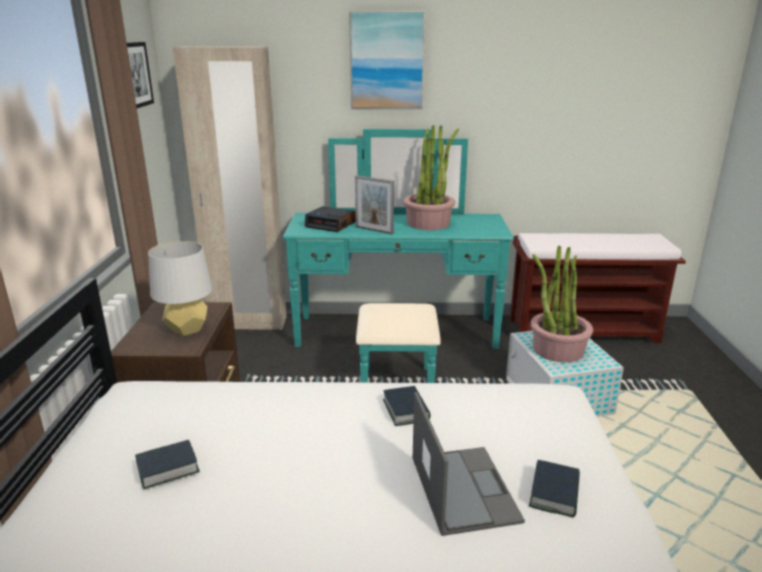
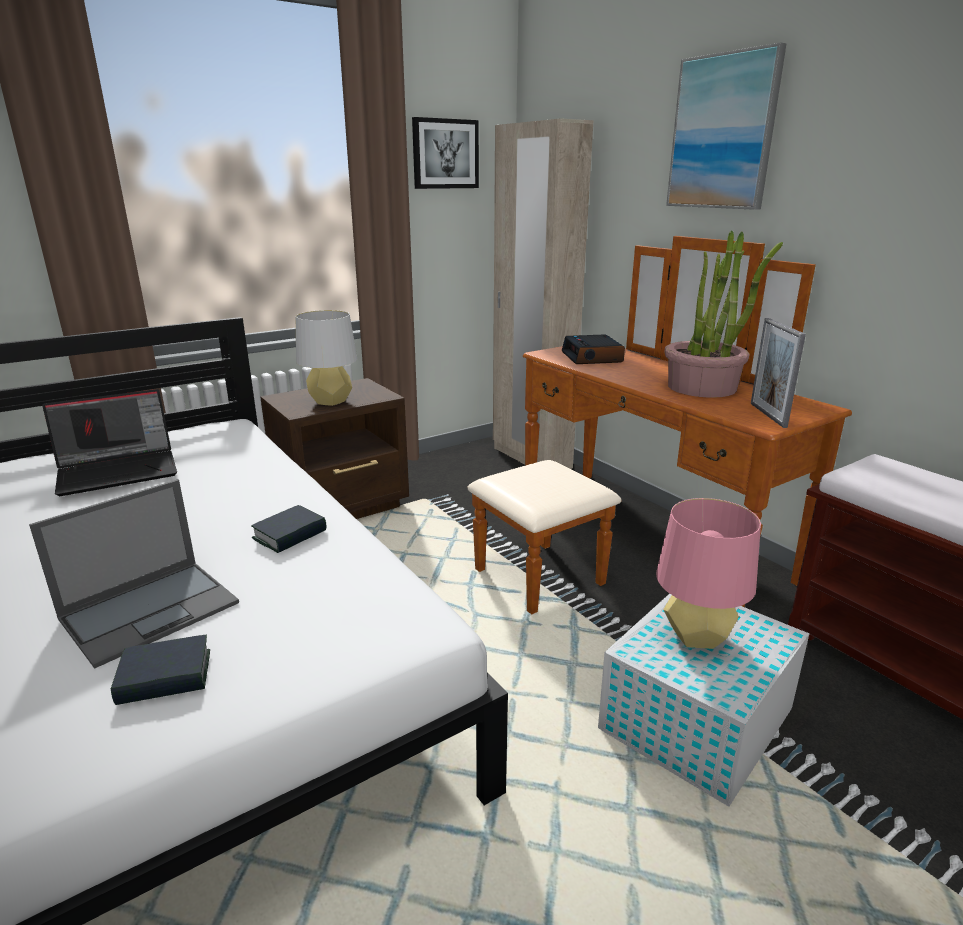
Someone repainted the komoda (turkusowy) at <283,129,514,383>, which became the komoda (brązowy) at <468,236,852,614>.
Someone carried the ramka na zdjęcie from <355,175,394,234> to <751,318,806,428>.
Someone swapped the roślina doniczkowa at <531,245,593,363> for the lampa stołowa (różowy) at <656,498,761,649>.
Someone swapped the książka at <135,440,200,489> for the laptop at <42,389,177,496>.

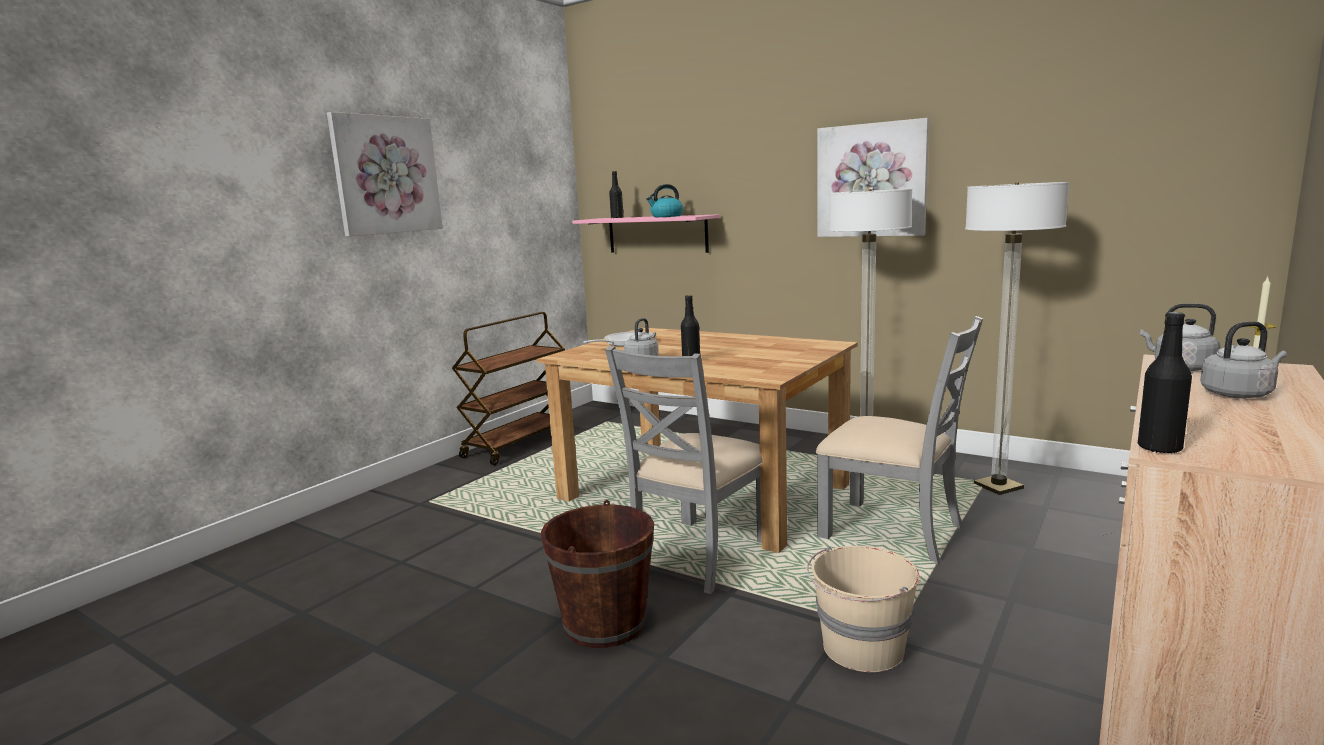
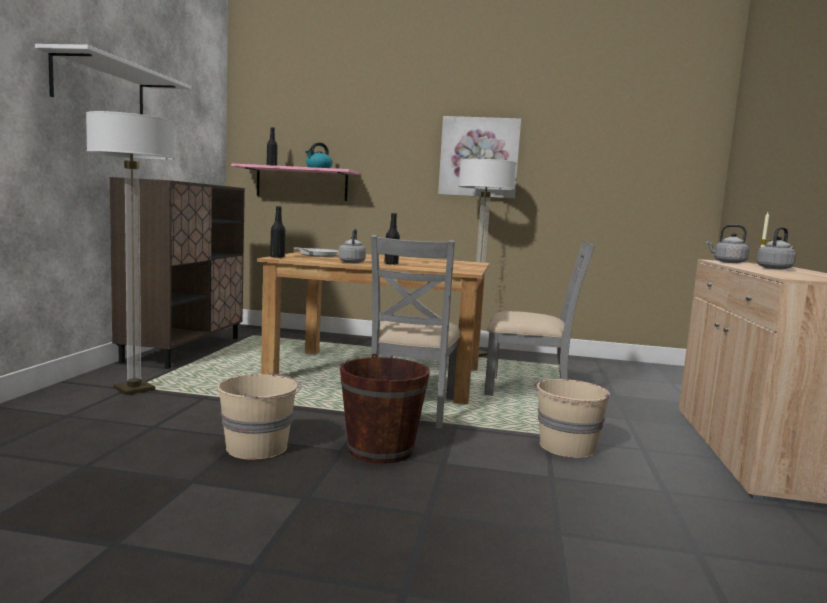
Someone swapped the obraz at <327,112,443,236> for the półka (biały) at <35,44,191,115>.
Someone carried the lampa stojąca from <965,182,1070,495> to <86,111,175,395>.
Someone swapped the wózek (brązowy) at <452,312,565,465> for the szafka (brązowy) at <110,177,245,368>.
Someone carried the butelka (czarny) from <1138,312,1192,454> to <270,206,285,258>.
Someone put down the wiadro (beżowy) at <218,372,301,460>.

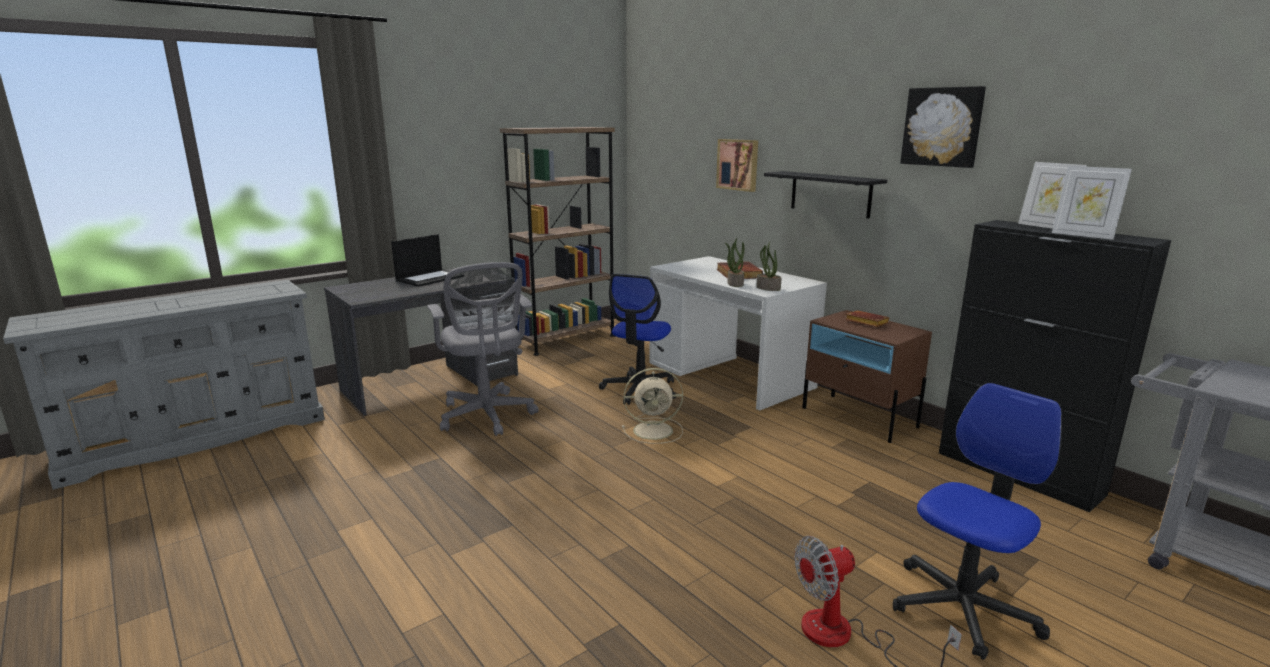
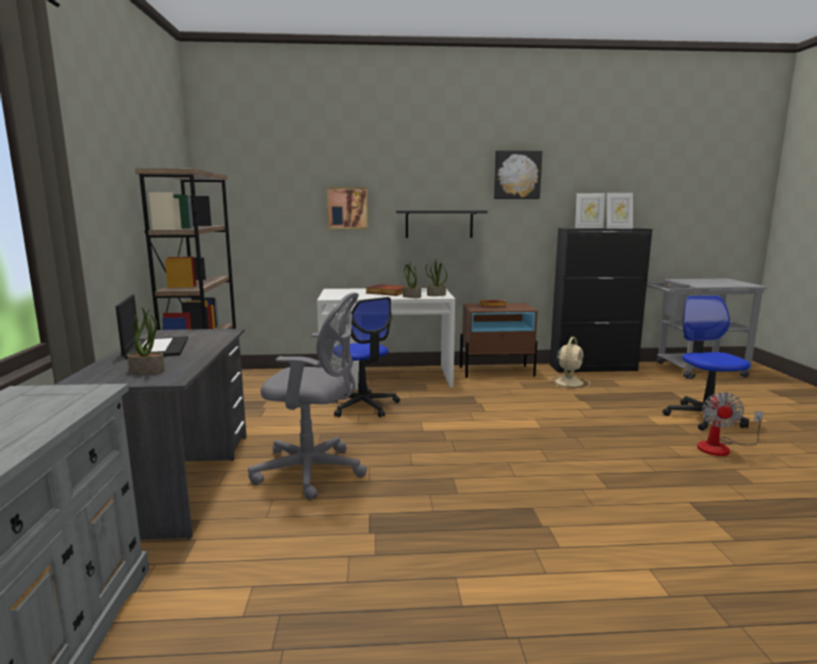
Someone carried the wentylator (beżowy) from <622,368,683,444> to <550,337,590,389>.
Someone put down the roślina doniczkowa at <127,307,165,375>.

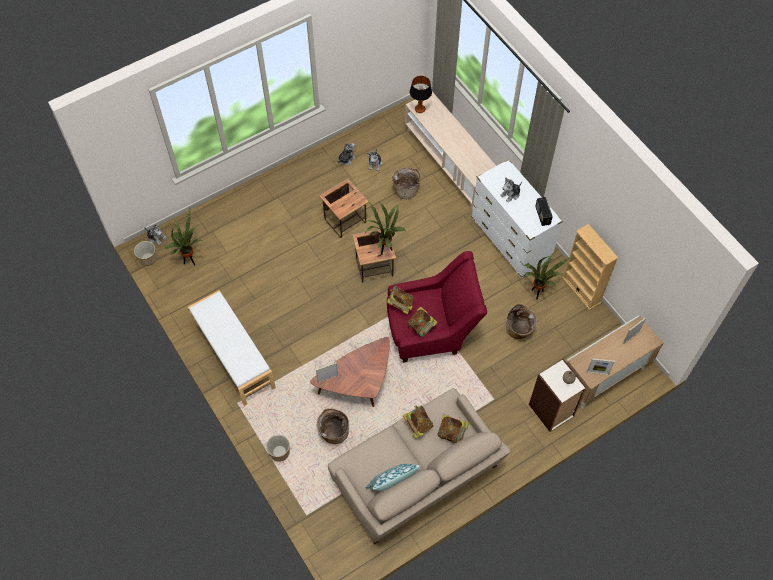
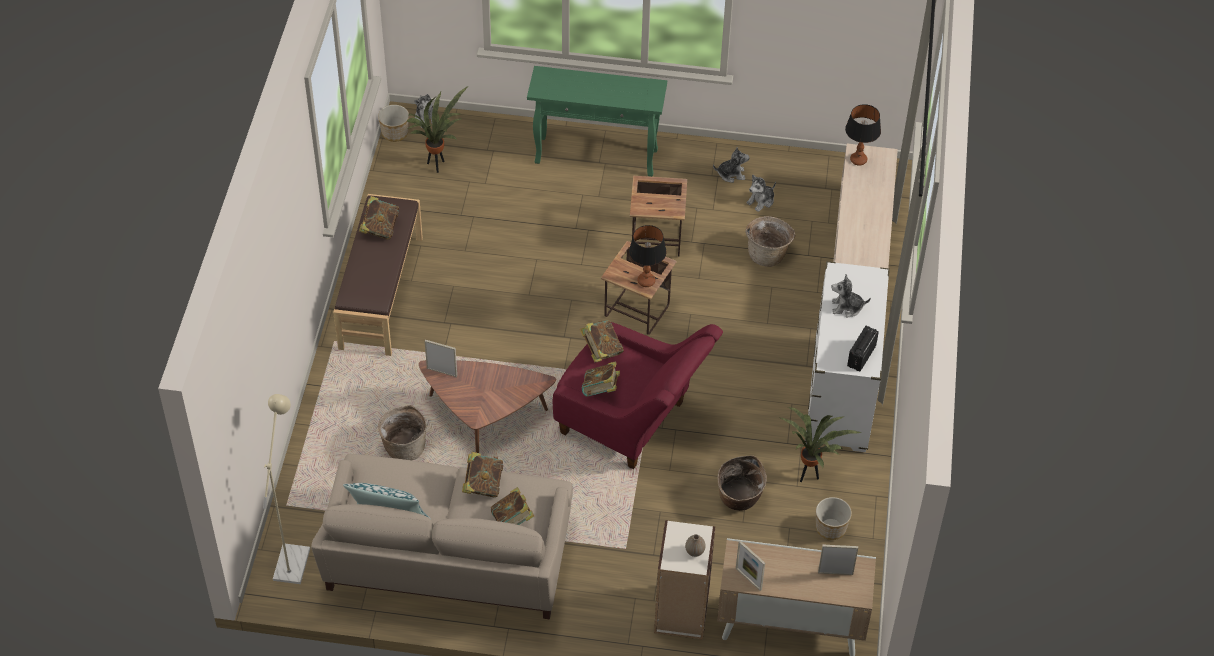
Someone swapped the roślina doniczkowa at <365,201,406,255> for the lampa stołowa at <629,225,666,287>.
Someone took away the regał (beżowy) at <562,224,618,310>.
Someone repainted the ławka (biały) at <187,290,276,406>, which became the ławka (brązowy) at <333,194,423,356>.
Someone carried the donica from <266,435,290,462> to <816,497,852,540>.
Someone put down the stolik konsolowy (zielony) at <527,66,667,177>.
Someone put down the książka at <359,196,399,240>.
Someone put down the lampa stojąca (beżowy) at <263,394,310,584>.

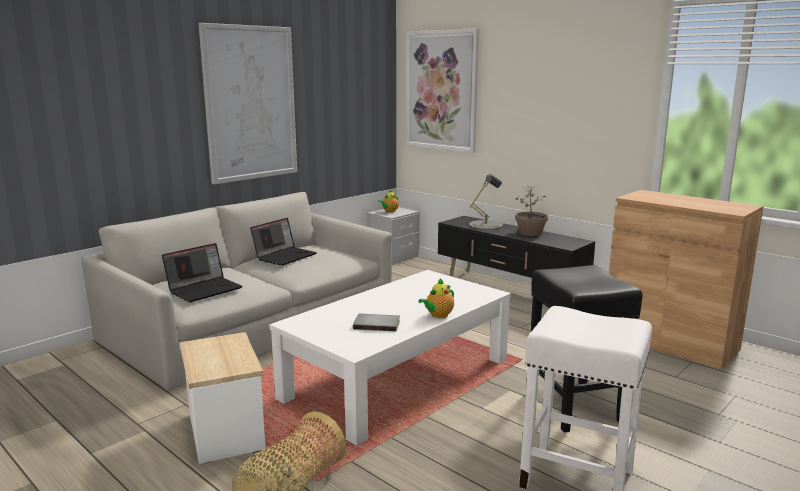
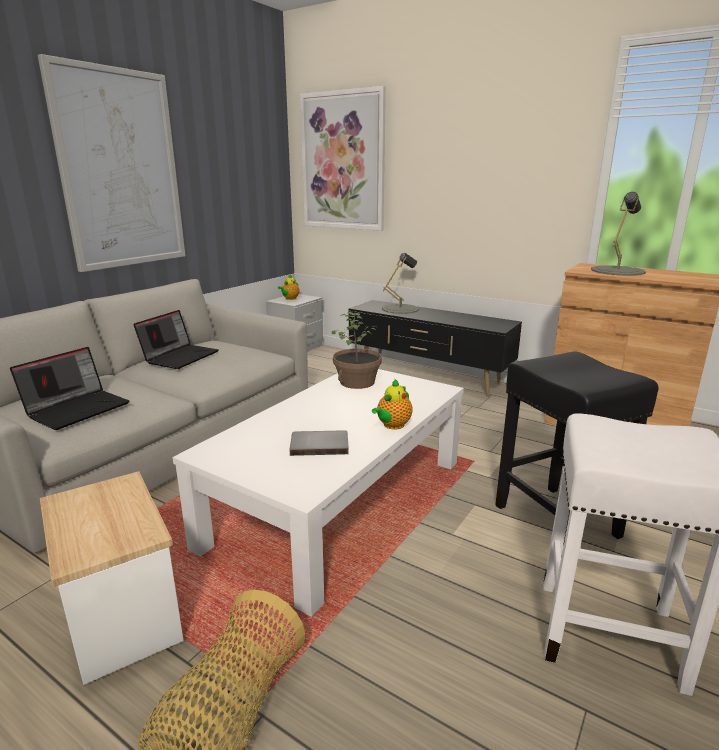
Someone carried the roślina doniczkowa from <515,185,548,236> to <332,311,382,389>.
Someone put down the lampa stołowa (szary) at <591,192,646,276>.

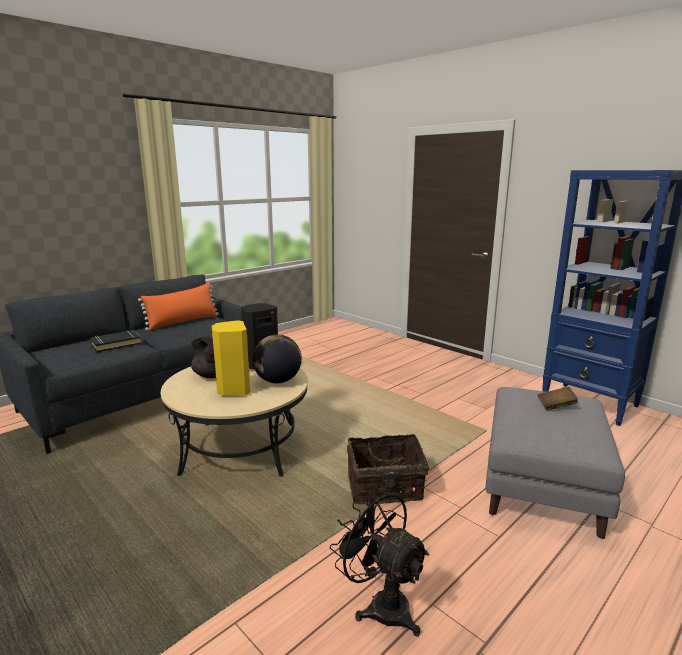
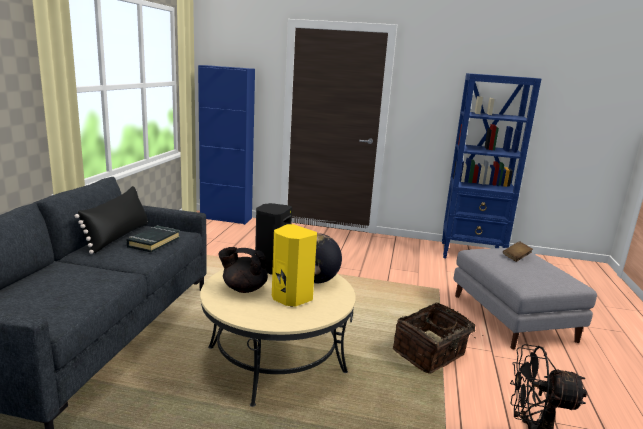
Someone repainted the poduszka (pomarańczowy) at <138,283,219,331>, which became the poduszka (czarny) at <75,186,148,254>.
Someone carried the książka (czarny) from <90,330,142,353> to <126,226,180,252>.
Someone put down the szafka (niebieski) at <198,65,255,225>.

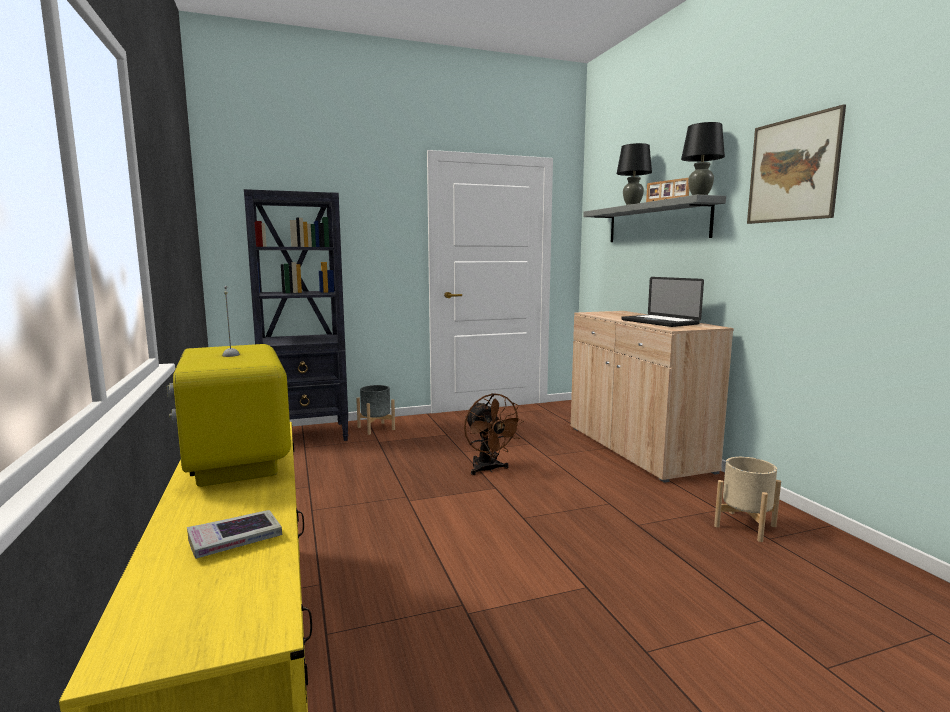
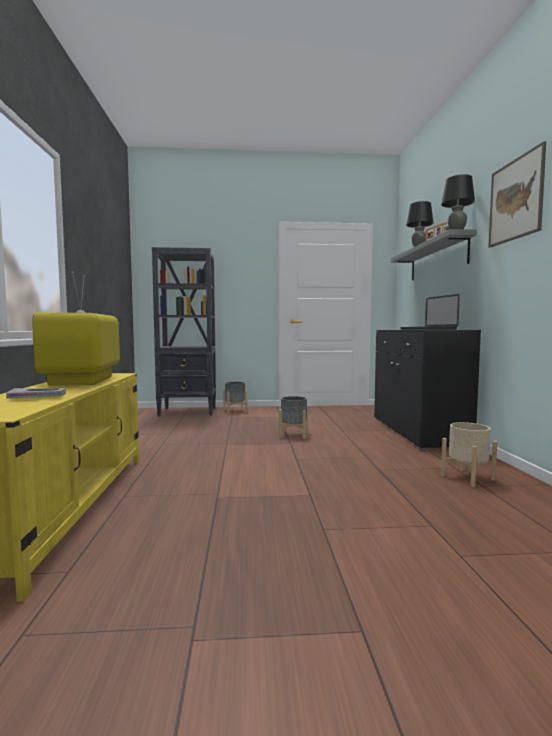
Someone repainted the szafka (beżowy) at <571,311,734,483>, which became the szafka (czarny) at <374,330,481,450>.
Someone swapped the wentylator (brązowy) at <464,393,524,475> for the donica (szary) at <279,396,308,439>.

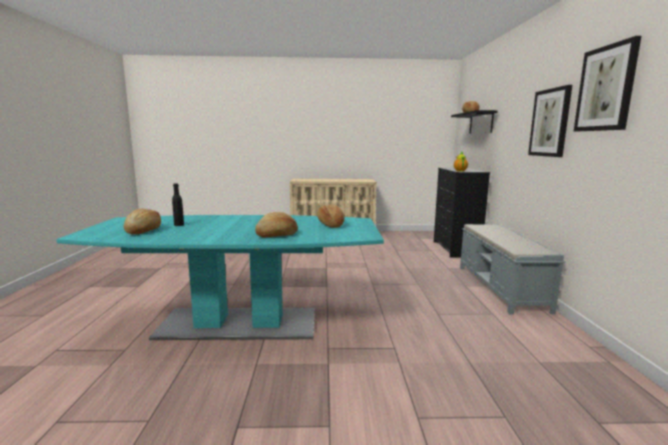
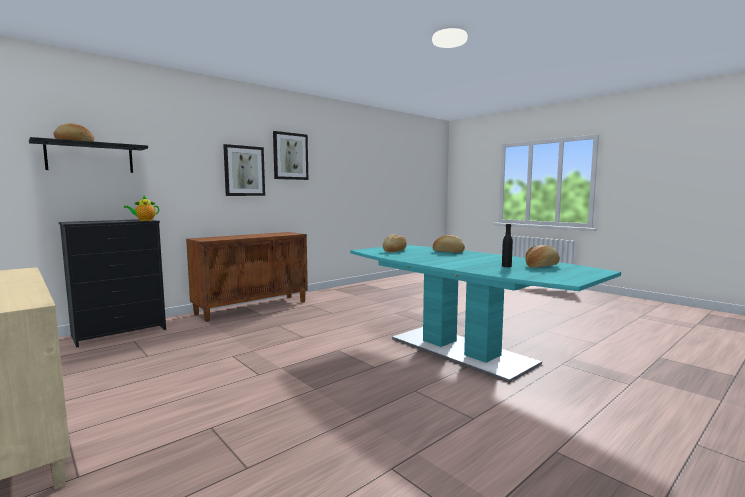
Someone swapped the ławka (szary) at <460,224,565,314> for the szafka (brązowy) at <186,232,308,322>.

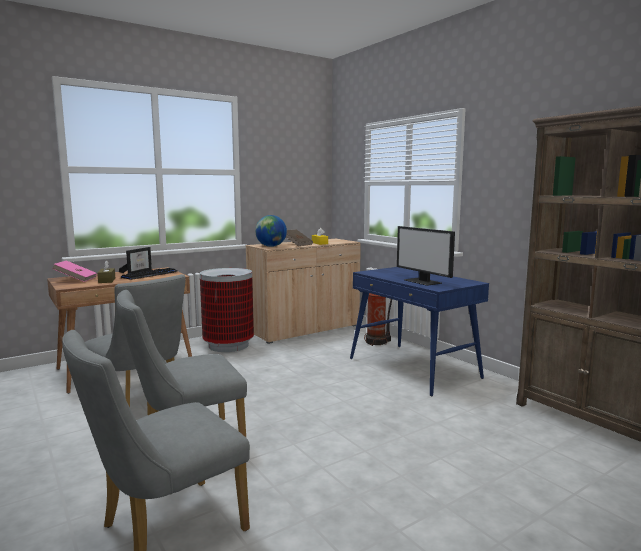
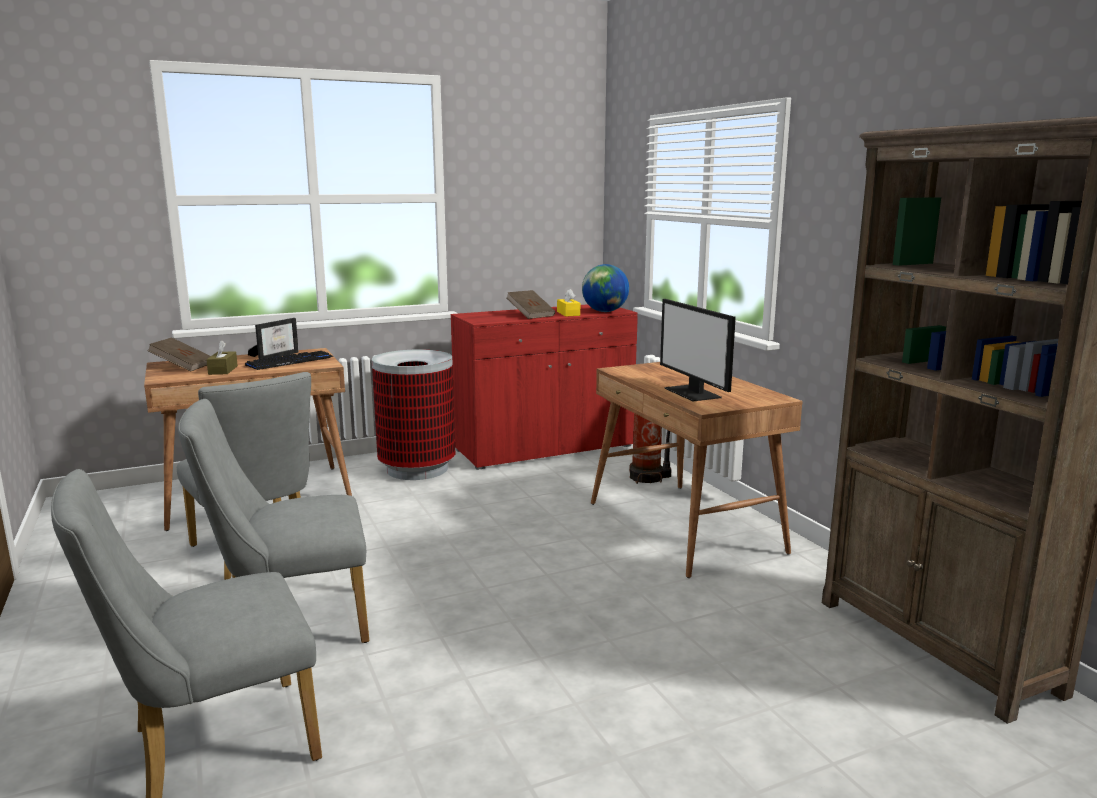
Someone carried the globus from <255,215,287,247> to <582,264,629,312>.
Someone repainted the szafka (beżowy) at <246,239,361,344>, which became the szafka (czerwony) at <451,304,638,470>.
Someone repainted the książka (różowy) at <52,261,97,282>, which became the książka (brązowy) at <147,337,211,371>.
Someone repainted the biurko (niebieski) at <350,267,489,396>, which became the biurko (brązowy) at <591,362,803,578>.

